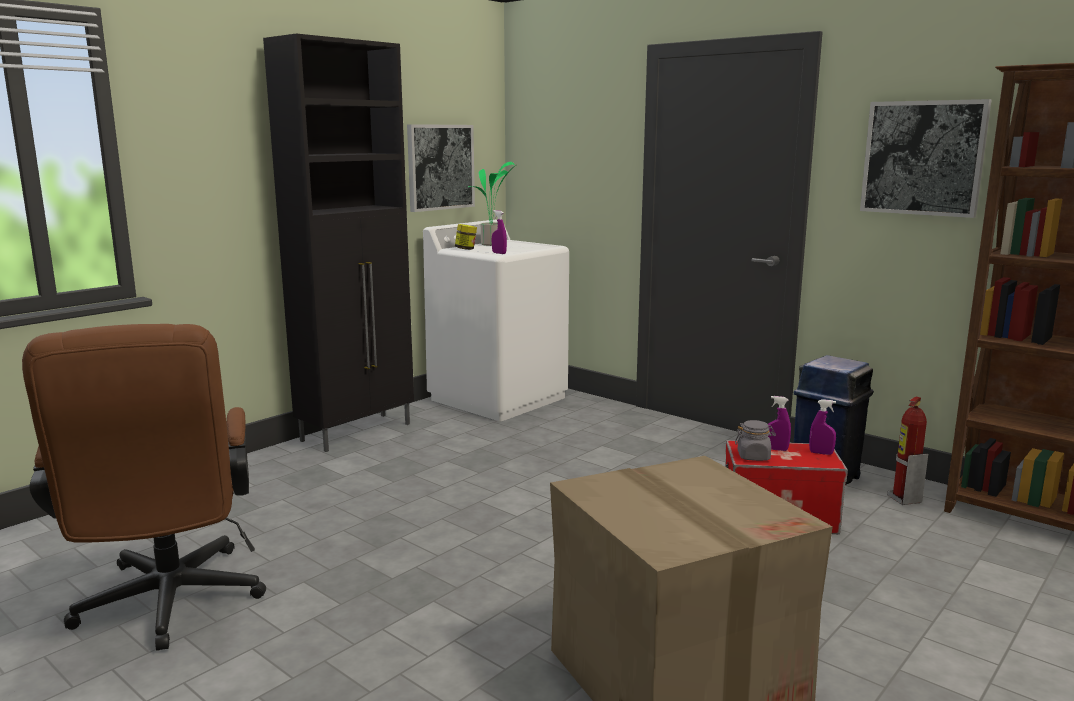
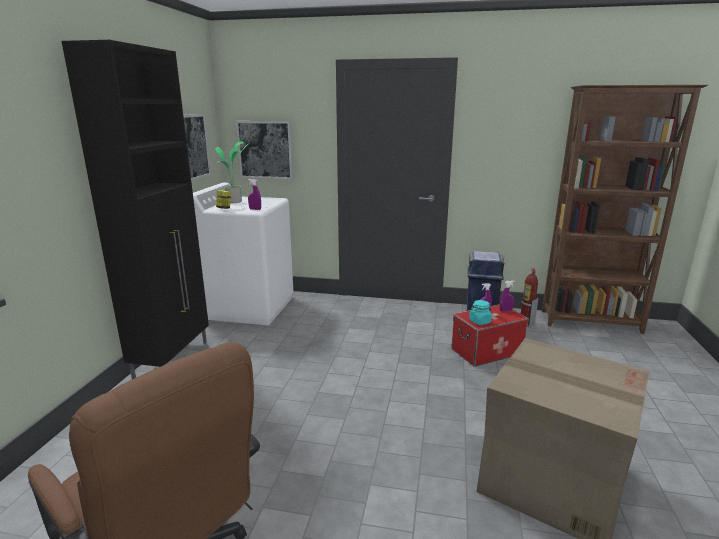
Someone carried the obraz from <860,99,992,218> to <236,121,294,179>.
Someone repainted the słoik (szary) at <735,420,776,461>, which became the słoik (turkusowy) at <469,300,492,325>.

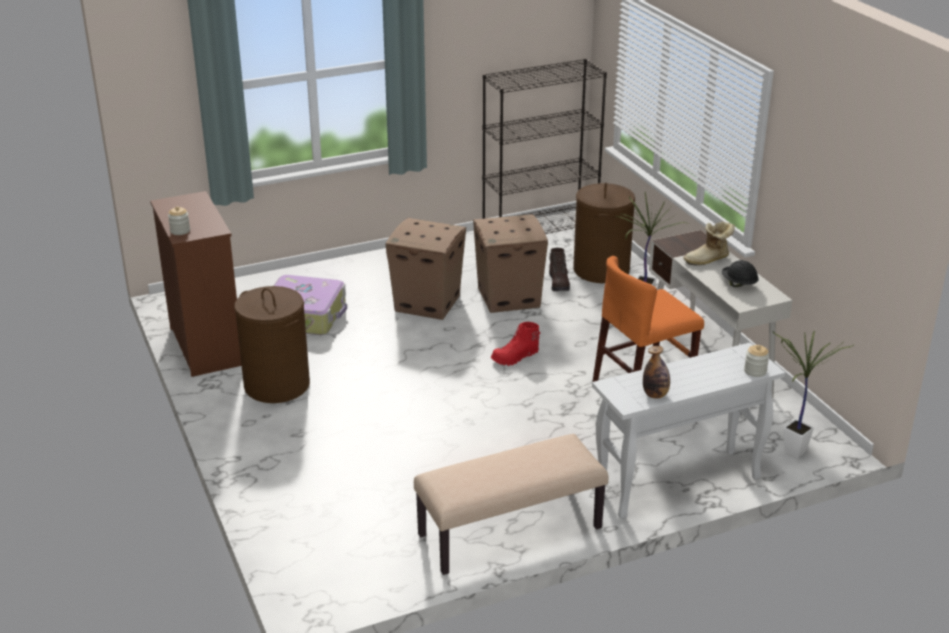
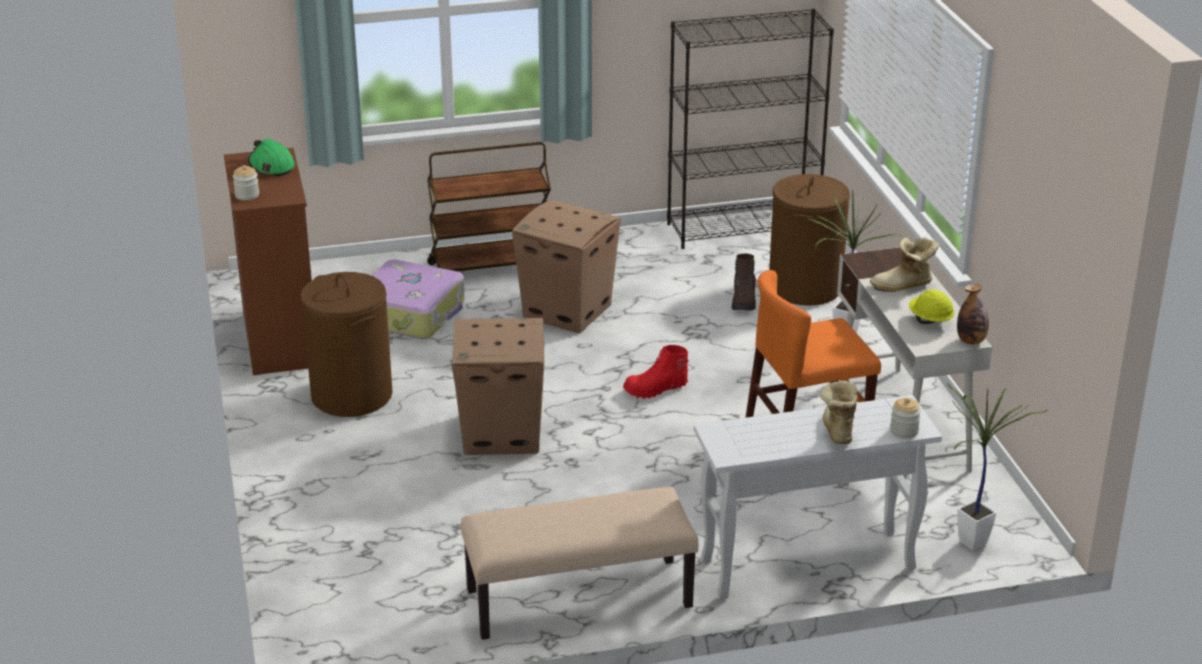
Someone carried the karton from <473,214,548,313> to <452,318,544,455>.
Someone repainted the kask (czarny) at <722,260,759,287>, which became the kask (żółty) at <909,289,954,324>.
Someone carried the butelka from <643,346,670,399> to <957,284,989,345>.
Someone put down the kask (zielony) at <248,139,295,177>.
Someone put down the wózek (brązowy) at <427,142,551,271>.
Someone put down the but z cholewką at <820,381,858,444>.

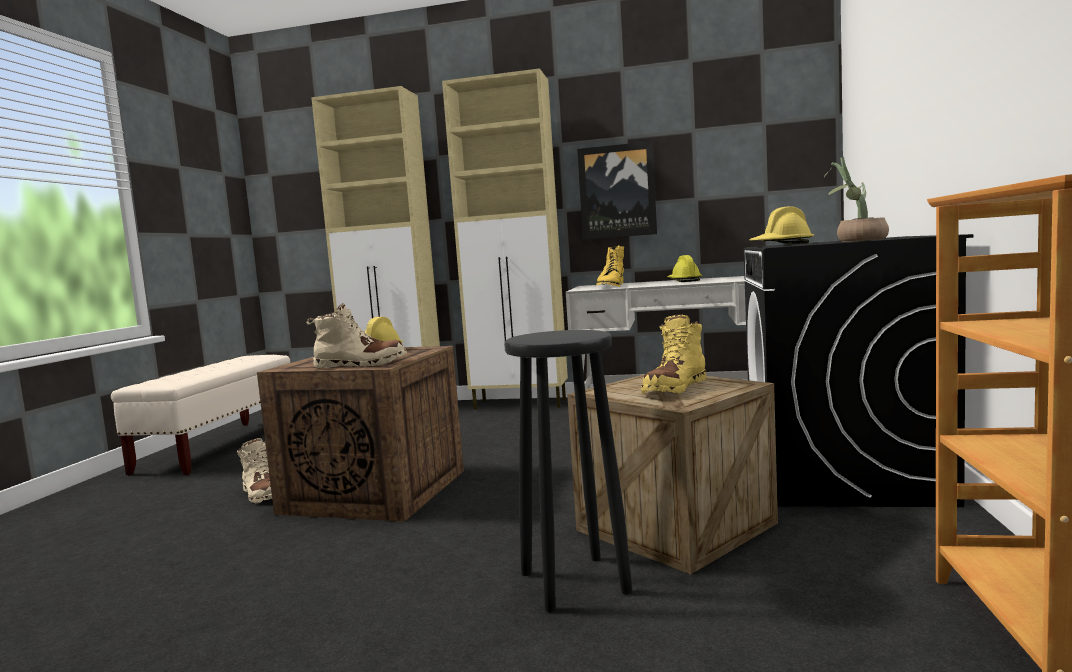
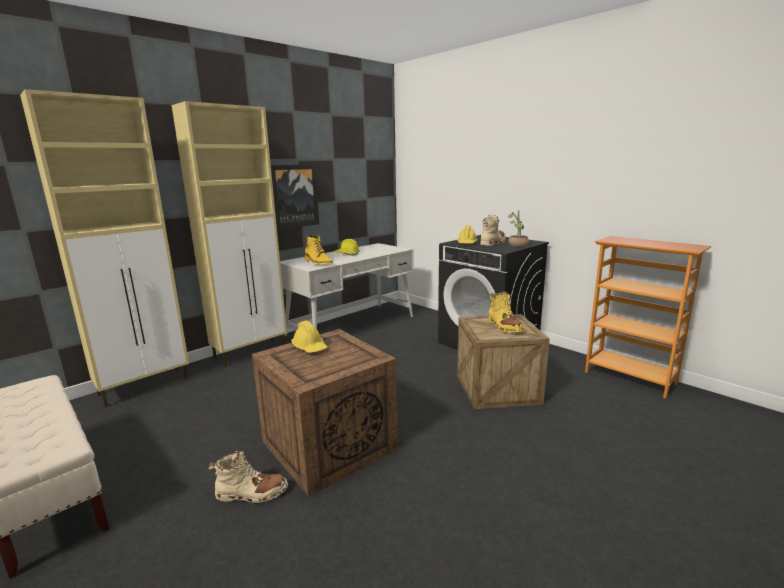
Someone carried the but z cholewką (beżowy) from <306,303,407,369> to <480,215,506,246>.
Someone took away the stołek (czarny) at <504,330,633,613>.

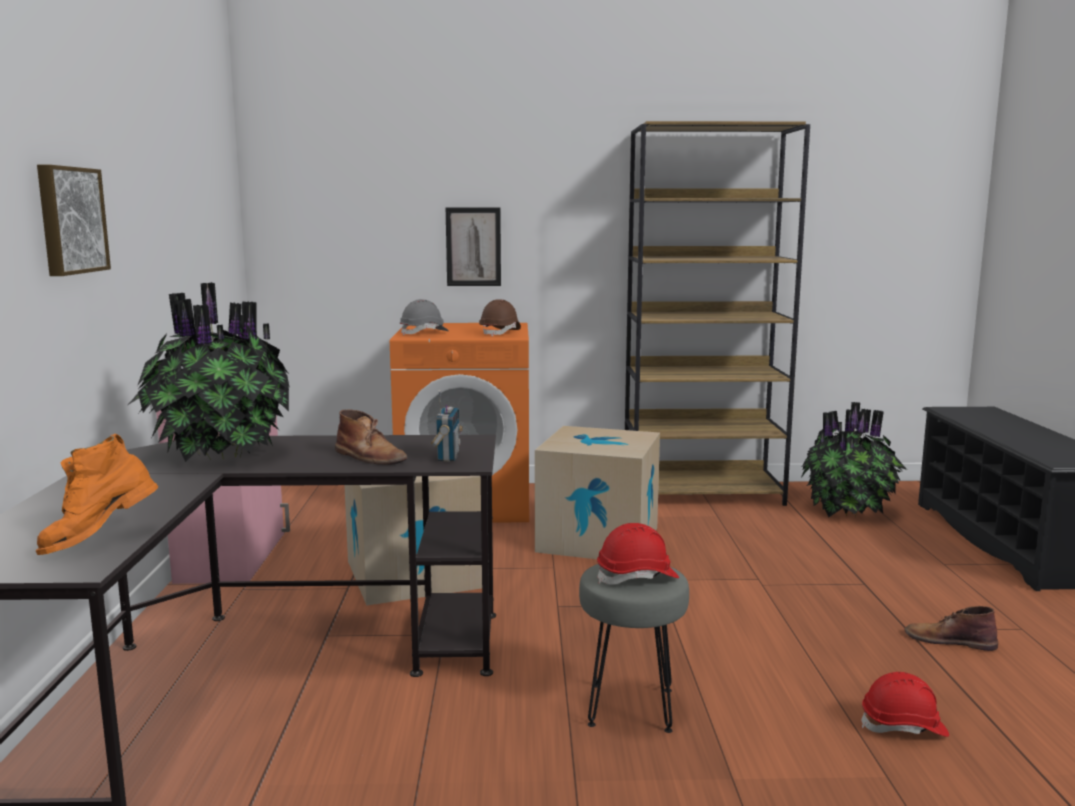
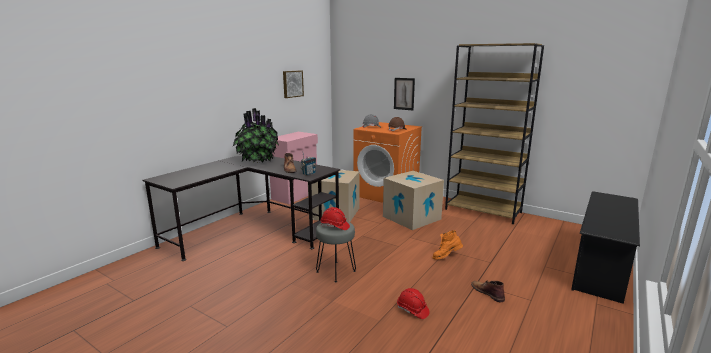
Someone carried the obraz from <37,165,111,276> to <283,70,304,98>.
Someone took away the roślina doniczkowa at <800,402,907,517>.
Someone carried the but z cholewką (pomarańczowy) from <36,434,158,555> to <432,230,463,260>.

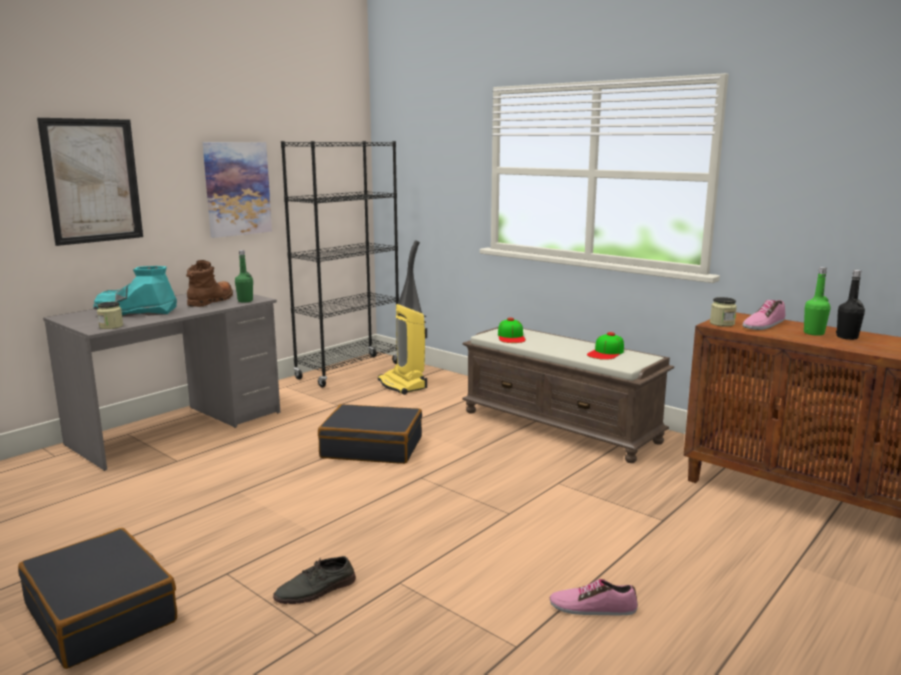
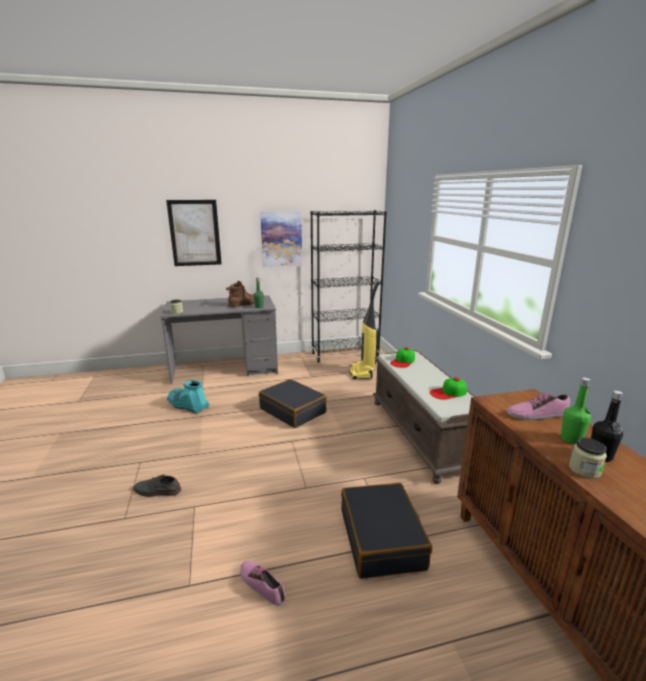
Someone carried the but z cholewką (turkusowy) from <93,266,177,317> to <167,380,209,414>.
Someone carried the słoik from <710,297,737,327> to <569,438,607,479>.
Someone carried the walizka (czarny) from <18,528,177,669> to <341,482,432,579>.

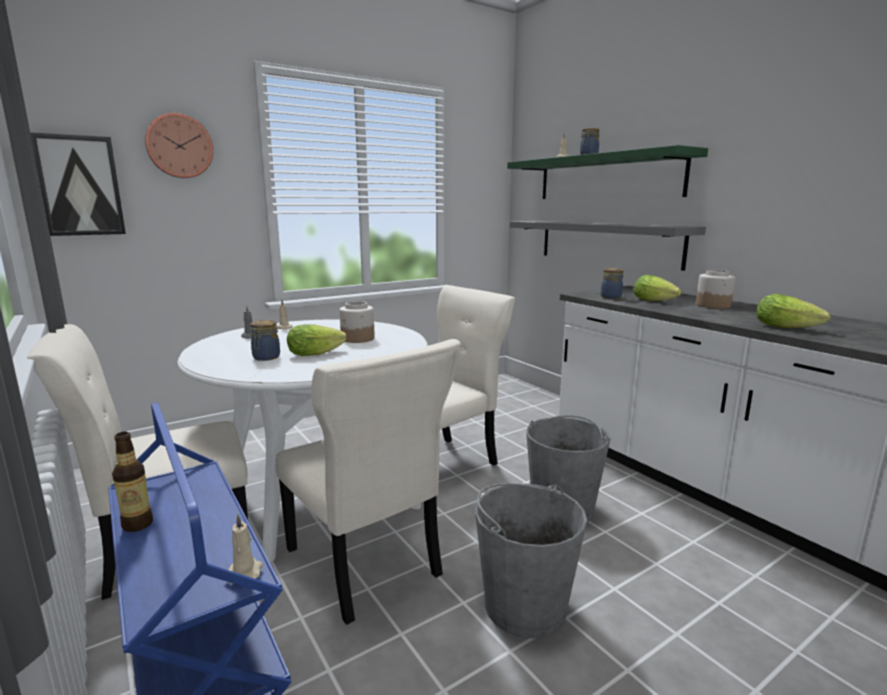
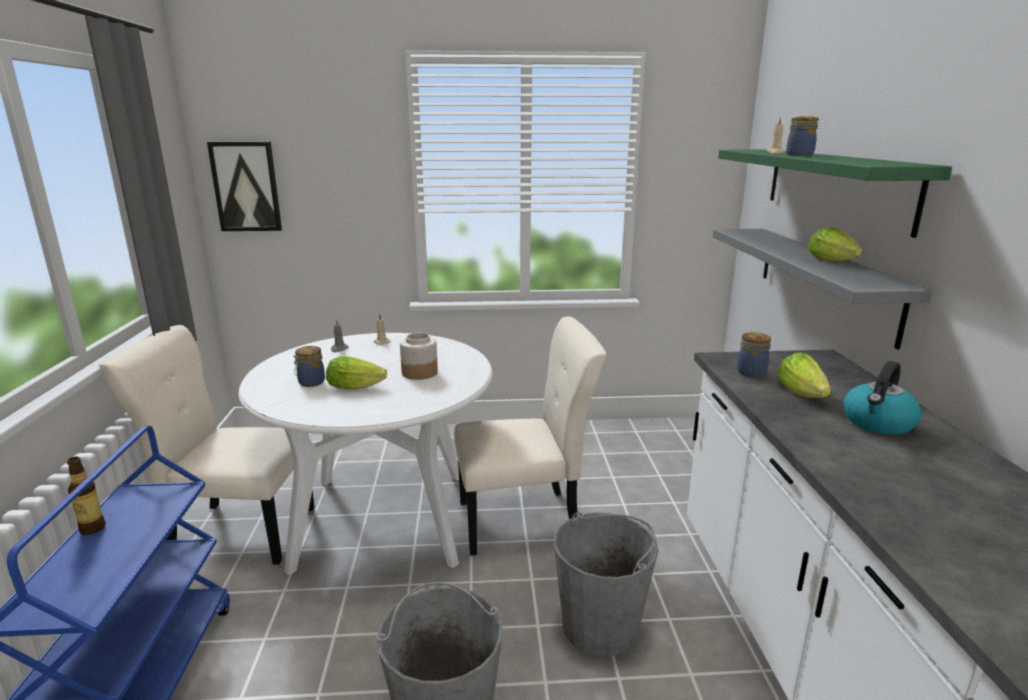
Someone took away the zegar ścienny at <145,113,213,178>.
Someone swapped the słoik at <696,270,735,309> for the czajnik at <843,361,922,435>.
Someone carried the sałata from <756,294,830,328> to <808,227,862,261>.
Someone took away the krzesło (beżowy) at <276,339,461,625>.
Someone took away the świeca (beżowy) at <227,514,263,584>.

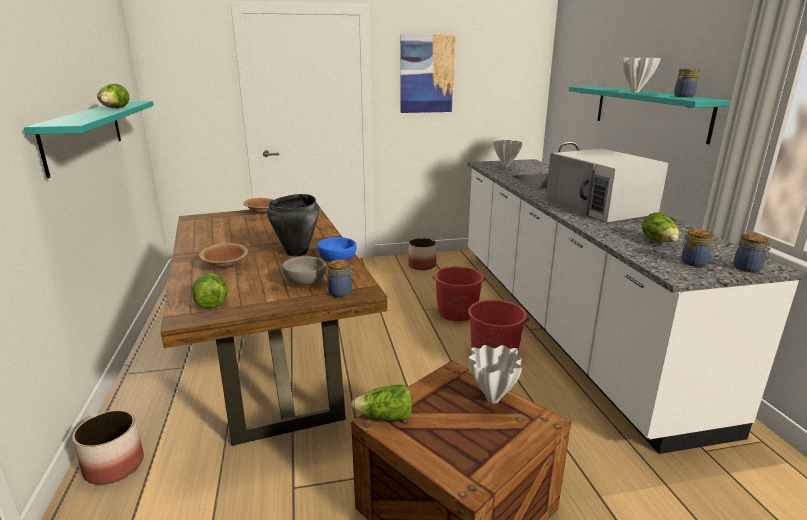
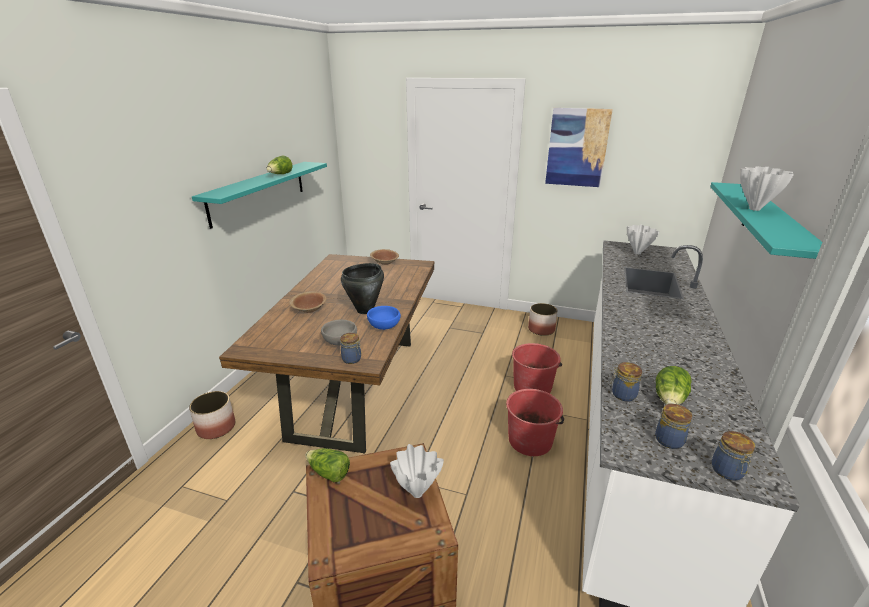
Someone carried the słoik from <674,68,700,97> to <610,362,642,402>.
Someone took away the mikrofalówka (biały) at <545,149,669,222>.
Someone took away the sałata at <192,273,228,309>.

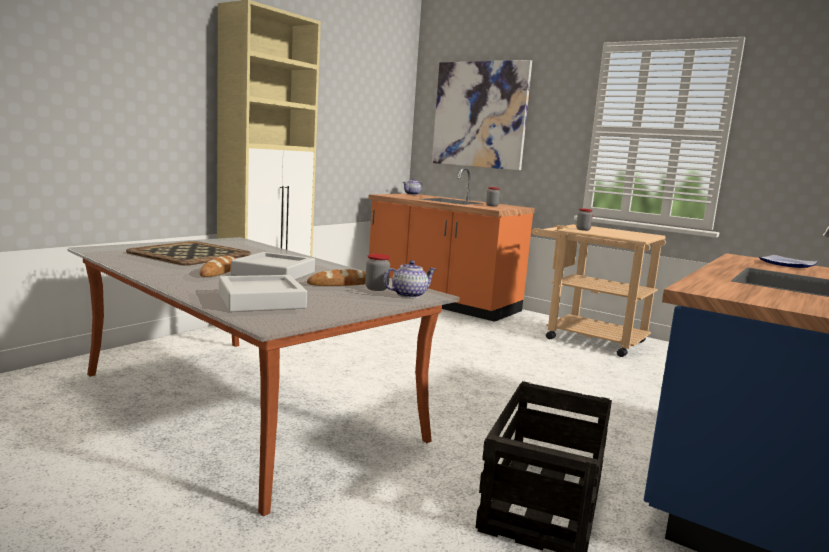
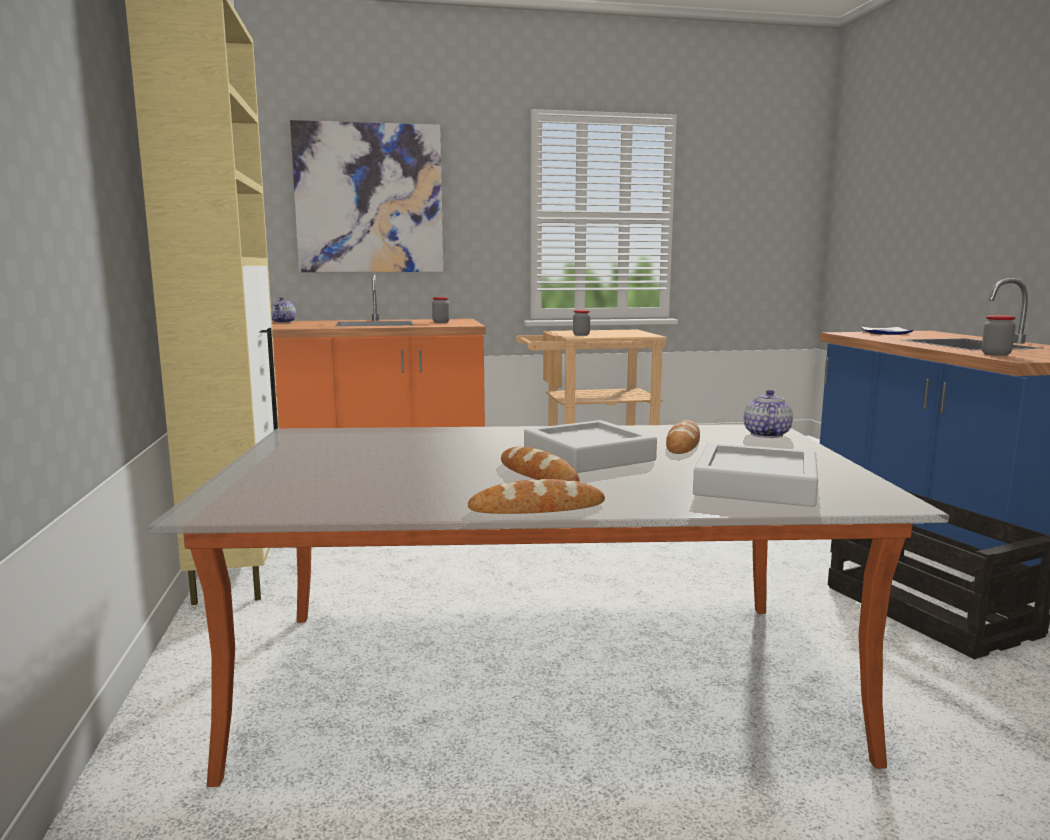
Someone took away the taca at <126,241,251,265>.
Someone carried the słoik from <365,254,390,291> to <982,315,1016,356>.
Someone put down the chleb at <468,479,605,514>.

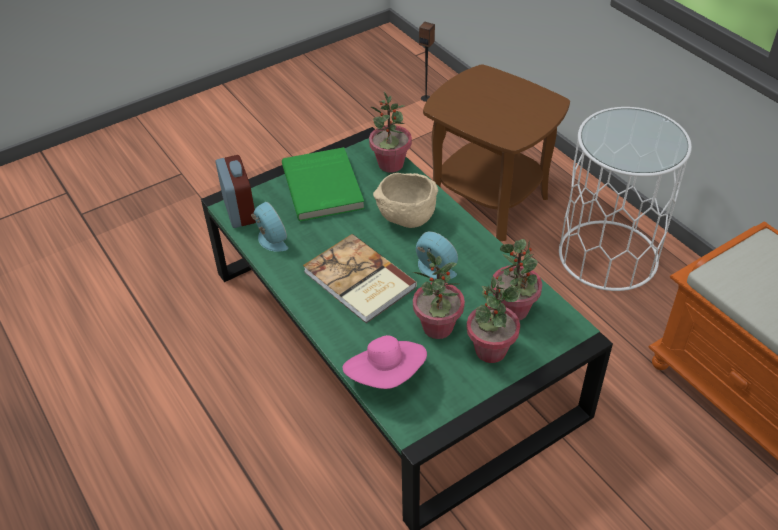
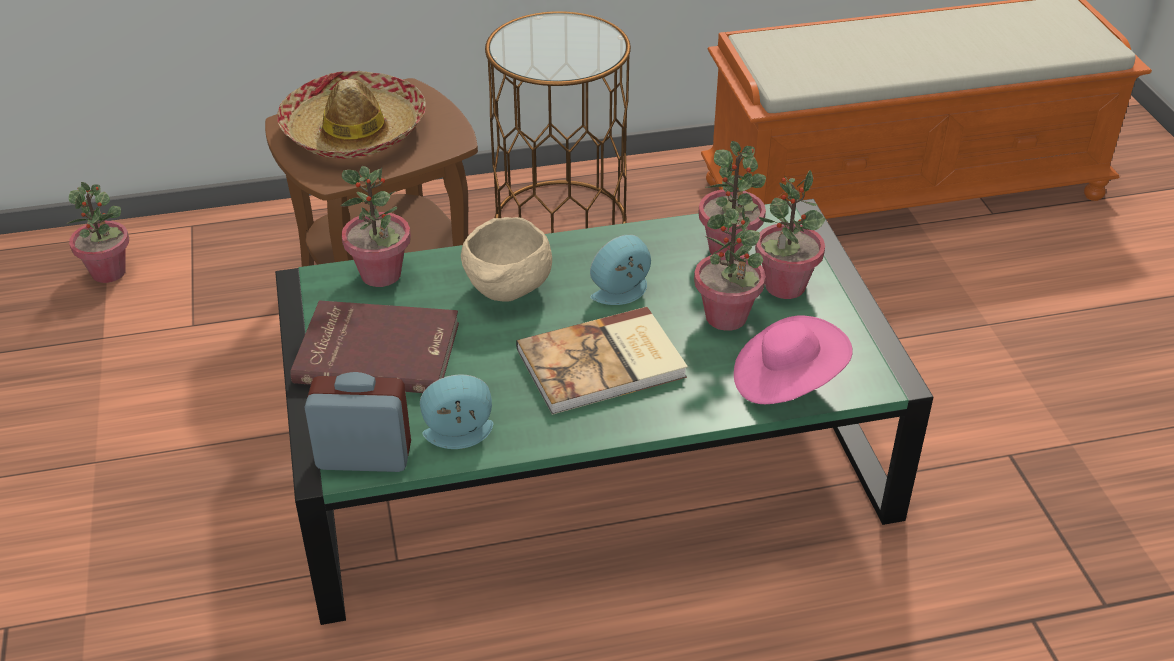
Someone swapped the głośnik at <419,22,435,102> for the roślina doniczkowa at <66,182,129,283>.
Someone repainted the stolik (biały) at <559,107,692,291>, which became the stolik (brązowy) at <485,11,631,233>.
Someone repainted the książka (zielony) at <282,147,365,221>, which became the książka (czerwony) at <290,300,459,393>.
Someone put down the kapelusz at <277,71,426,159>.

